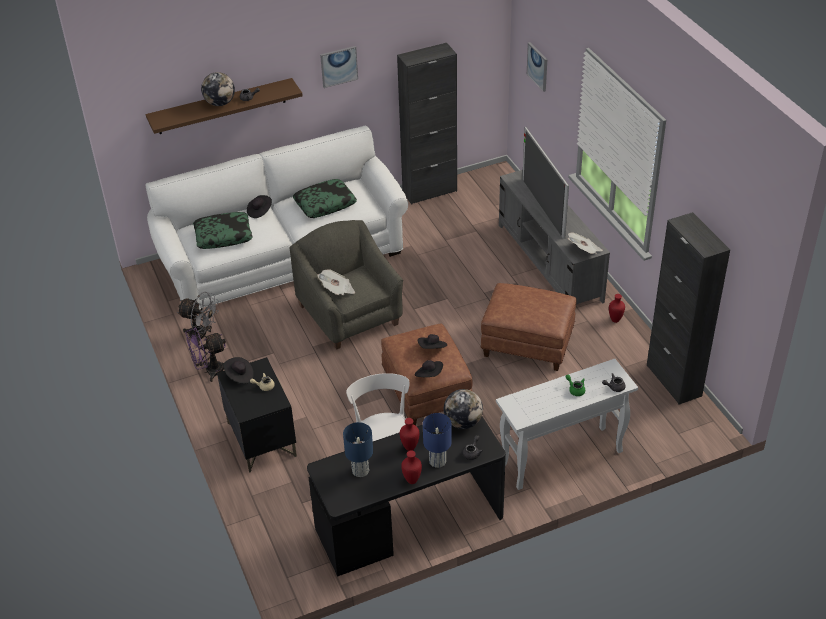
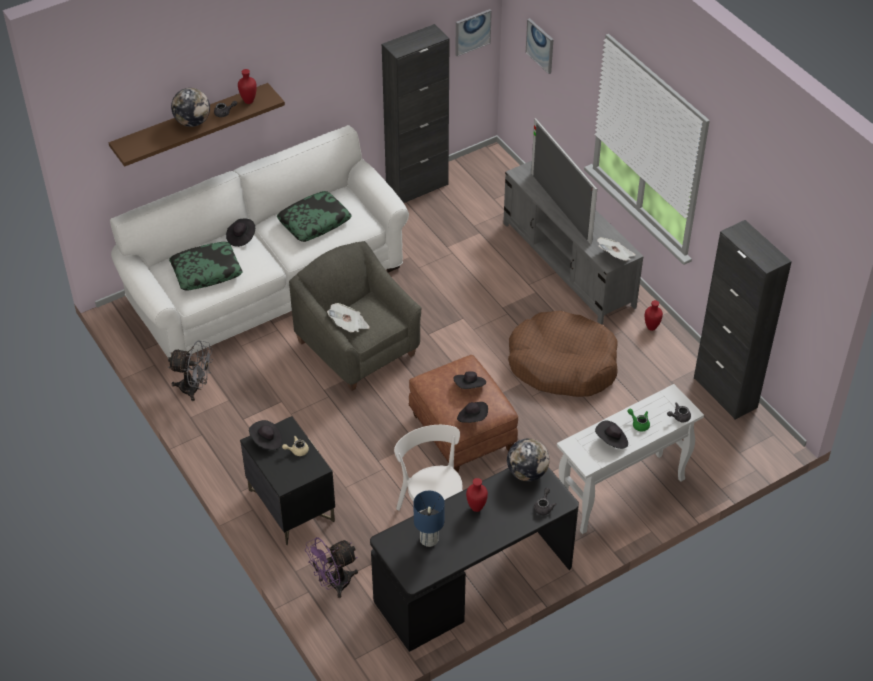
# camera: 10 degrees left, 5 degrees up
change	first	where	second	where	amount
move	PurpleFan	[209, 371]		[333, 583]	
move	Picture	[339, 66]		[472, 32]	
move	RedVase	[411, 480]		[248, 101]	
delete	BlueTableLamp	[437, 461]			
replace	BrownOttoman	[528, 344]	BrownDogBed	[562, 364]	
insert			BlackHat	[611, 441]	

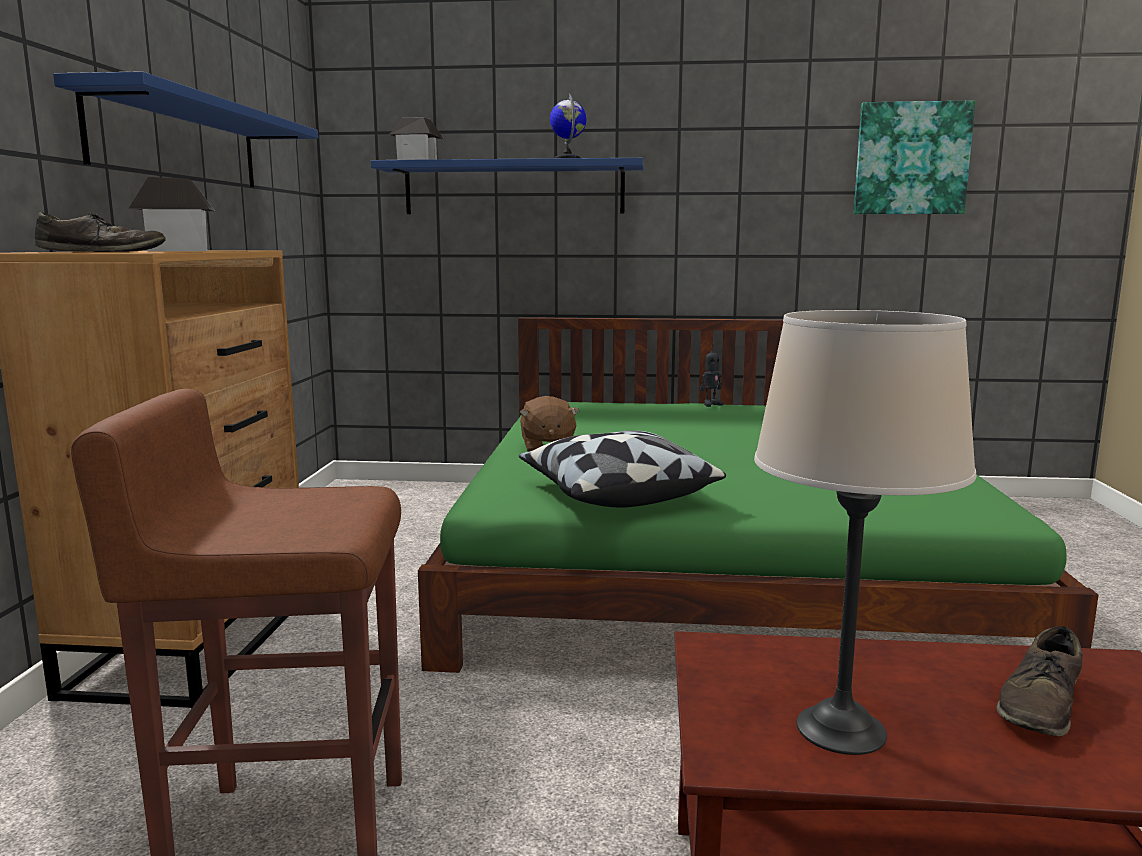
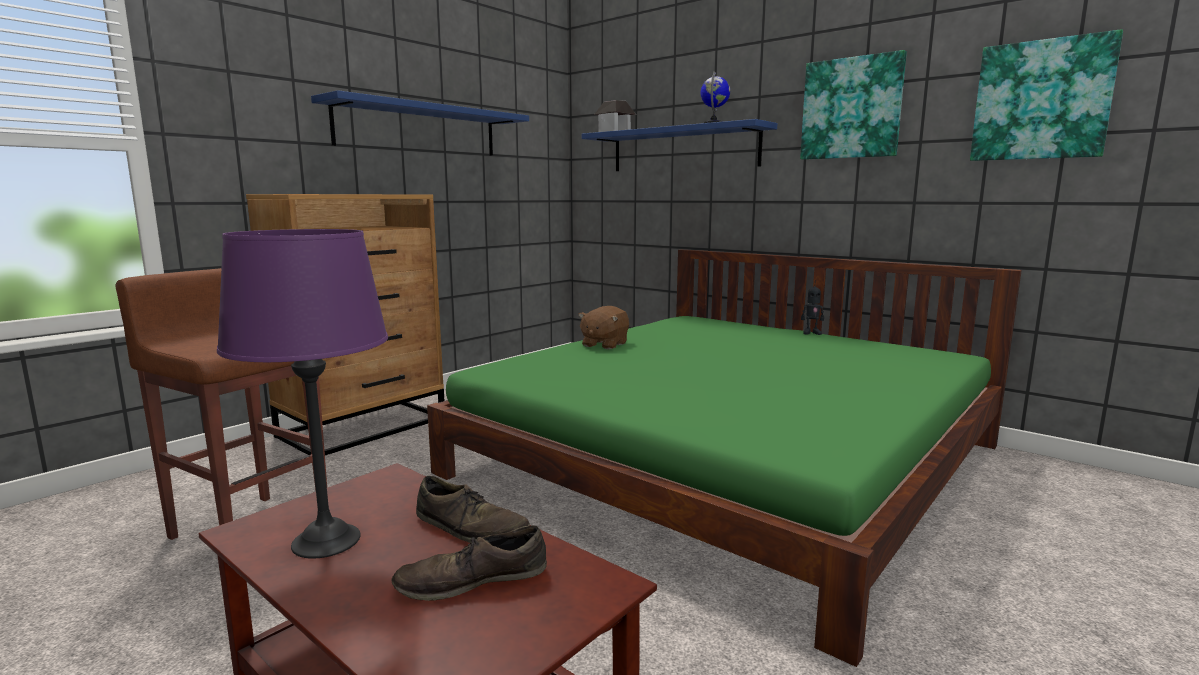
# camera: 35 degrees right, 0 degrees up
change	first	where	second	where	amount
move	BrownShoe	[102, 251]		[470, 527]	
delete	ToyHouse	[178, 250]			
delete	Pillow	[615, 495]			
recolor	BeigeTableLamp	[840, 729]	PurpleTableLamp	[326, 540]	
insert			Picture	[851, 108]	

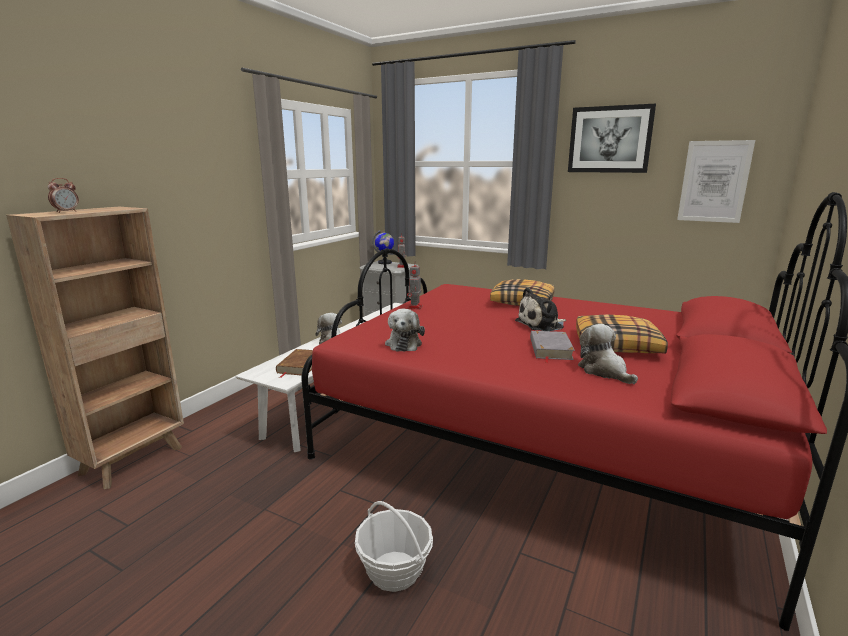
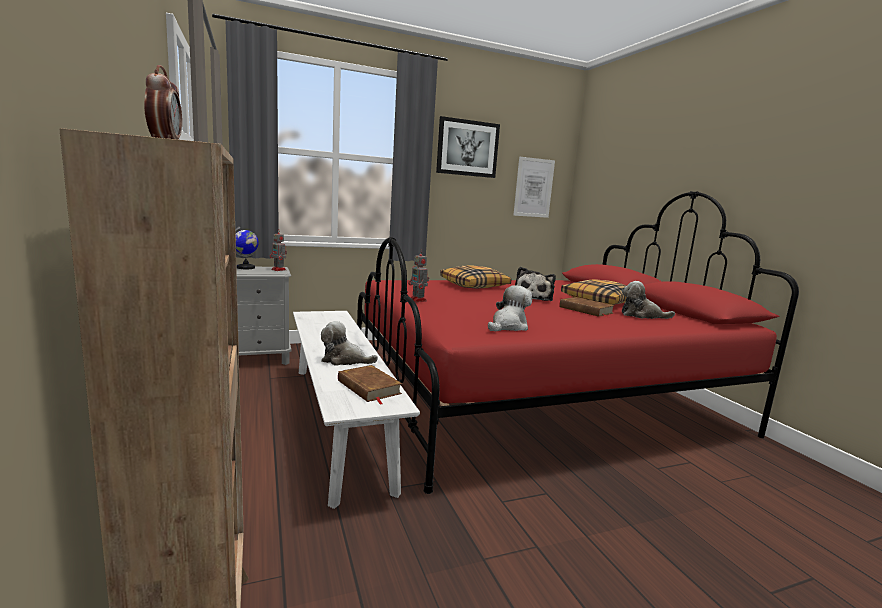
# camera: 50 degrees left, 5 degrees down
change	first	where	second	where	amount
delete	Basket	[394, 570]			
rotate	PlushToy	[404, 343]		[508, 326]	90 degrees counterclockwise
recolor	GreyBook	[550, 349]	BrownBook	[586, 310]	

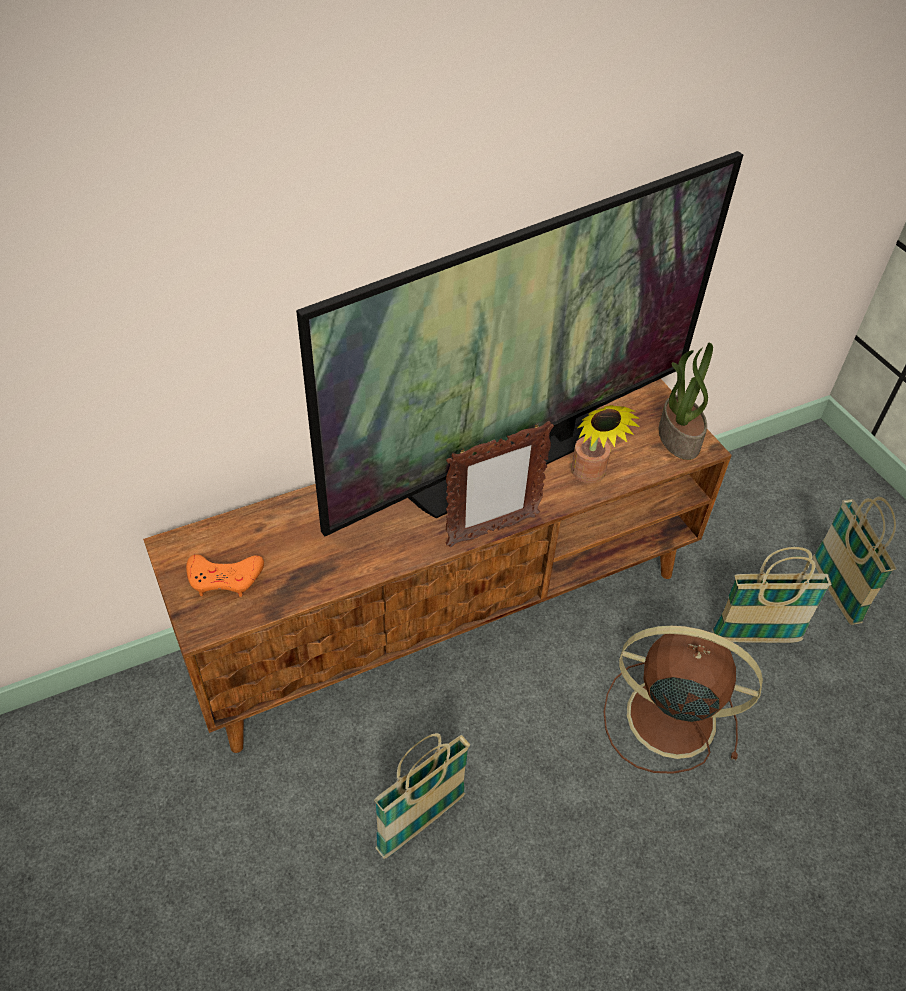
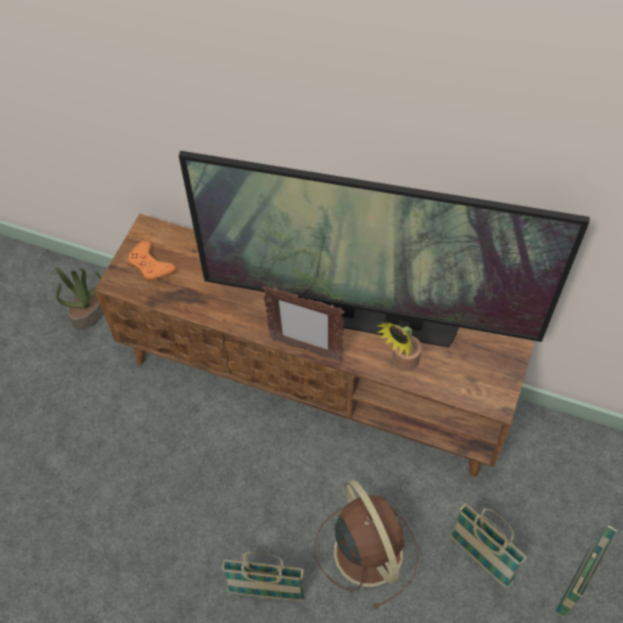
# camera: 50 degrees right, 10 degrees up
change	first	where	second	where	amount
move	Basket	[421, 823]		[267, 593]	
move	PottedPlant	[677, 437]		[89, 313]	

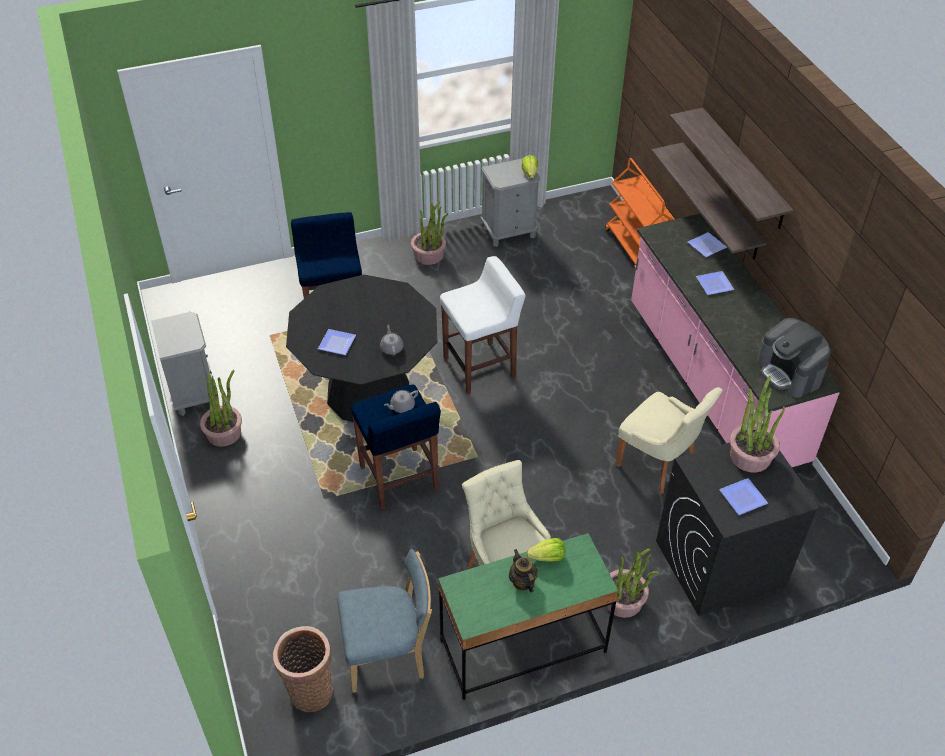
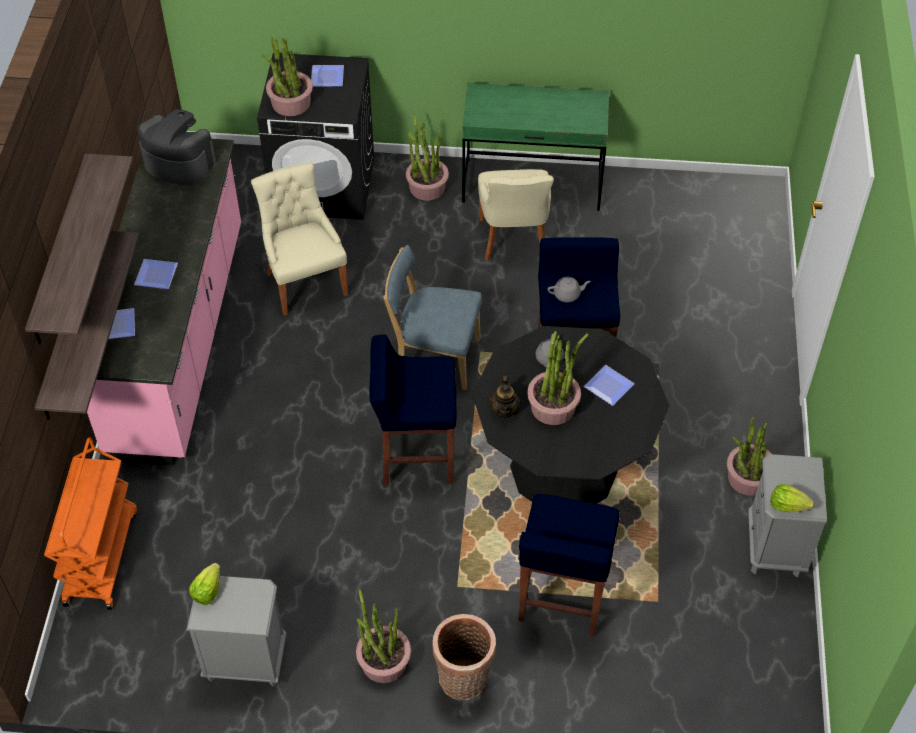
# camera: 155 degrees left, 5 degrees up
change	first	where	second	where	amount
move	Basket	[309, 689]		[463, 681]	
move	BlueChair	[388, 655]		[434, 357]	
recolor	WhiteStool	[481, 367]	BlueStool	[416, 454]	
move	Teapot	[522, 582]		[504, 410]	
move	Lettuce	[547, 558]		[787, 505]	
rotate	CoffeeMachine	[789, 372]		[179, 163]	60 degrees counterclockwise
insert			PottedPlant	[553, 406]	

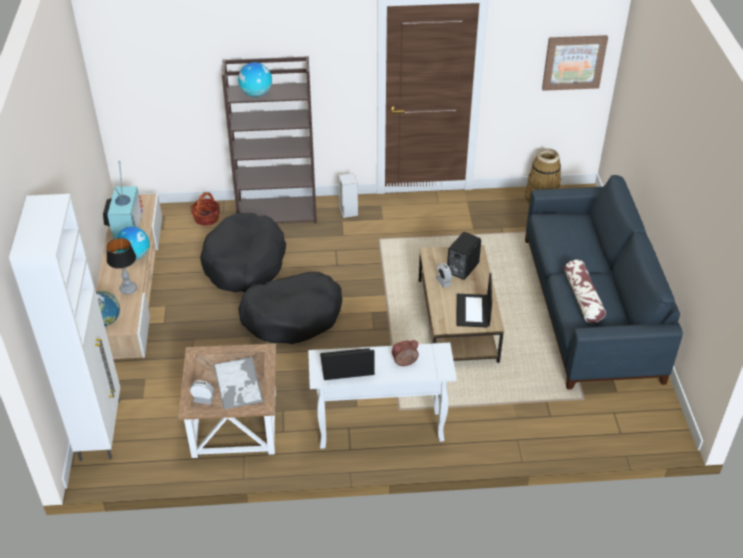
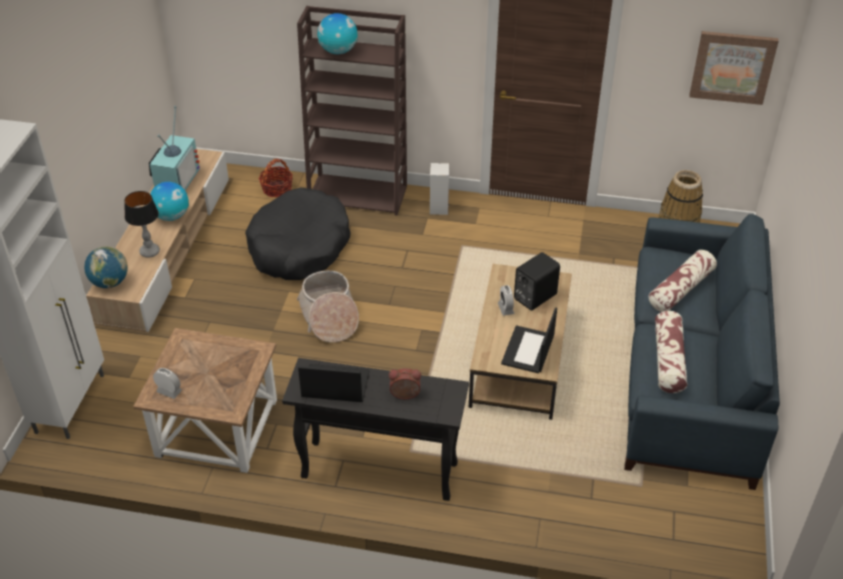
# camera: 15 degrees right, 0 degrees up
change	first	where	second	where	amount
delete	Tray	[238, 384]			
replace	BlackDogBed	[292, 316]	Basket	[329, 317]	
recolor	WhiteConsoleTable	[379, 430]	BlackConsoleTable	[378, 470]	
insert			Pillow	[681, 289]	

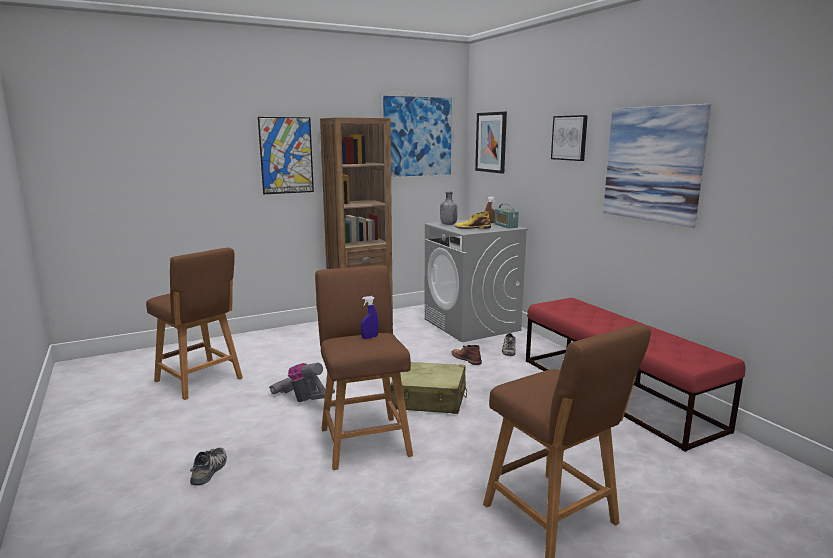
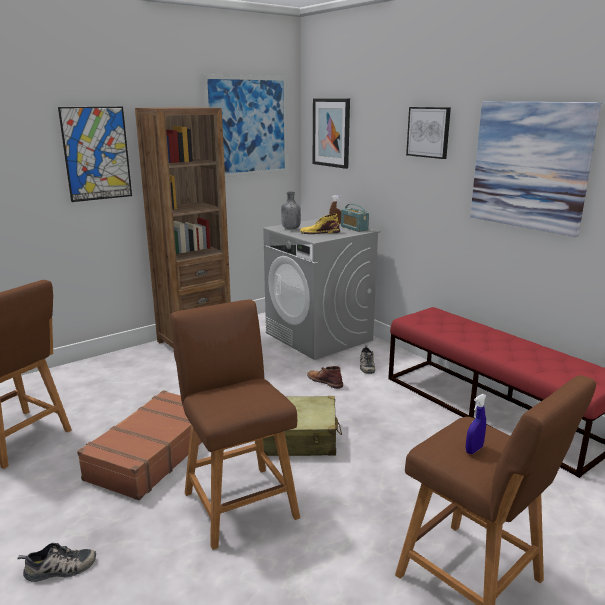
# camera: 10 degrees left, 5 degrees up
change	first	where	second	where	amount
rotate	Shoe	[210, 470]		[59, 569]	75 degrees clockwise
replace	VacuumCleaner	[303, 400]	BrownSuitcase	[152, 454]	
move	BlueSprayBottle	[369, 337]		[474, 450]	

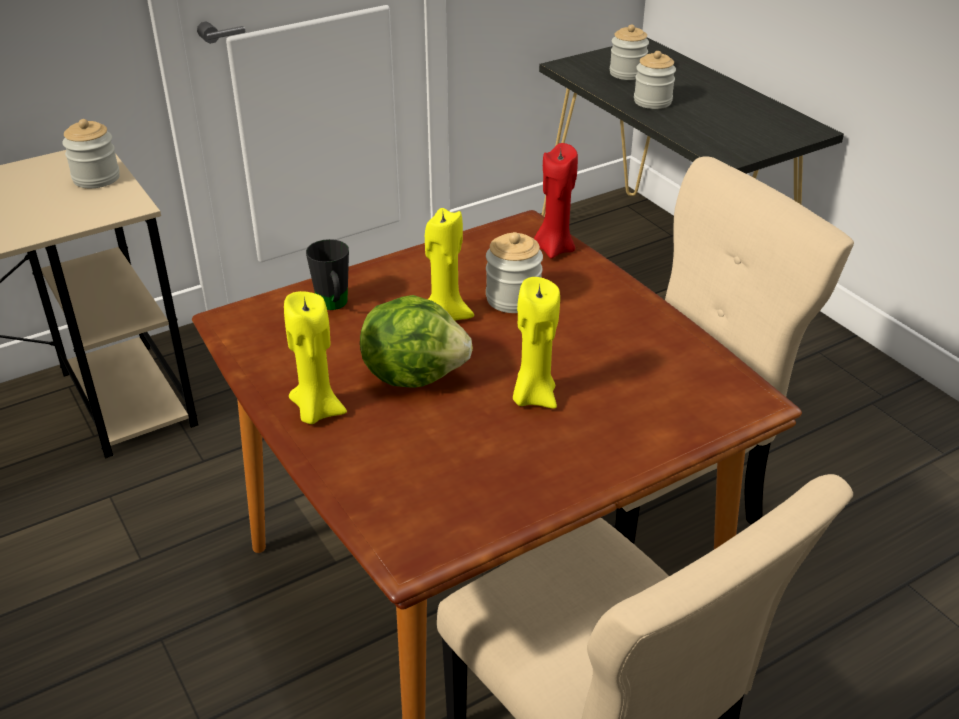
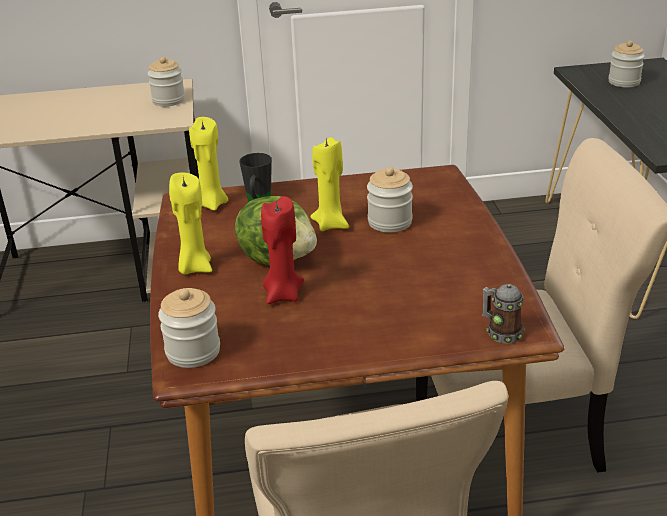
# camera: 25 degrees right, 5 degrees down
change	first	where	second	where	amount
move	YellowCandle	[533, 397]		[211, 204]	
move	RedCandle	[554, 248]		[283, 295]	
move	Jar	[652, 101]		[193, 351]	
insert			Mug	[501, 331]	

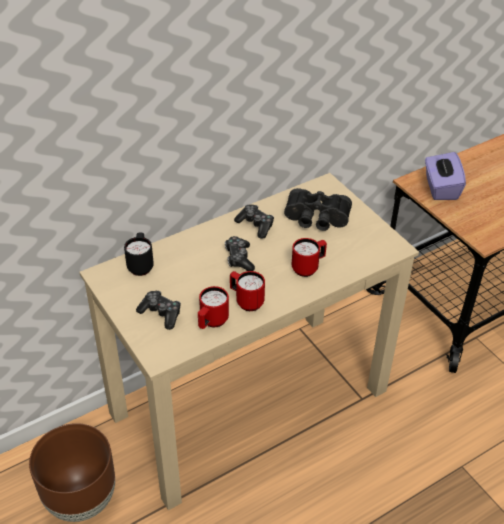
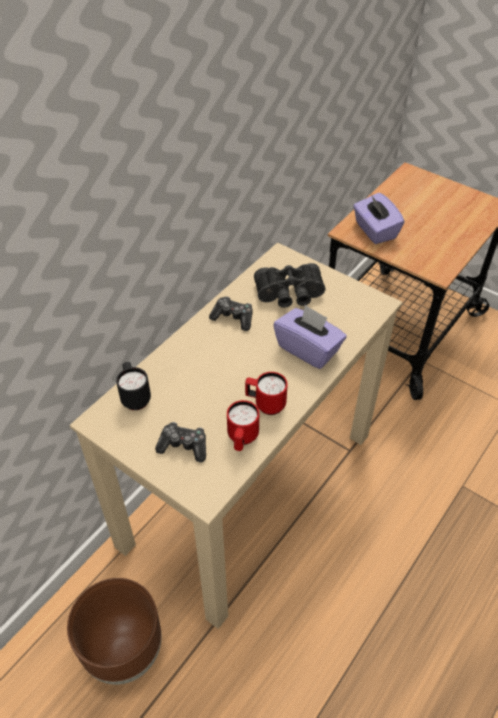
# camera: 20 degrees left, 5 degrees up
change	first	where	second	where	amount
delete	GameController	[239, 258]			
replace	RedMug	[308, 268]	PurpleTissueBox	[308, 349]	

